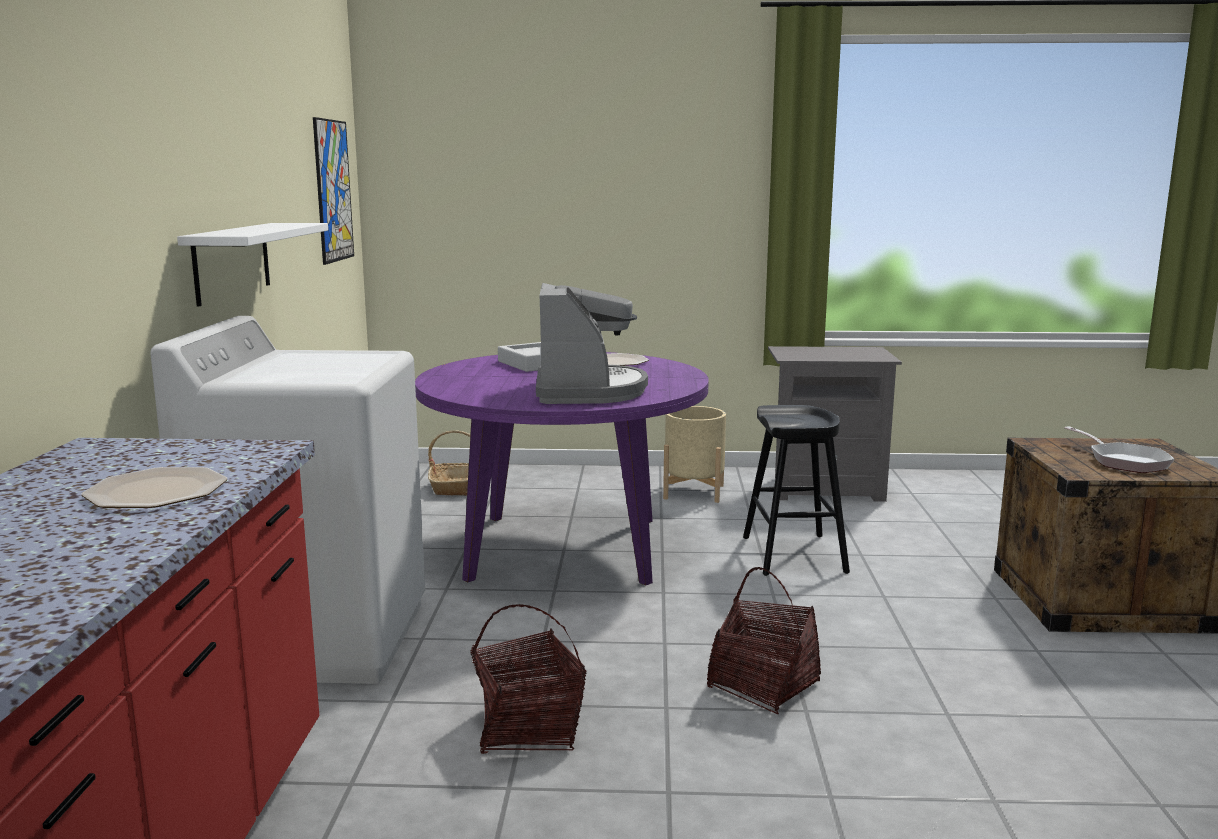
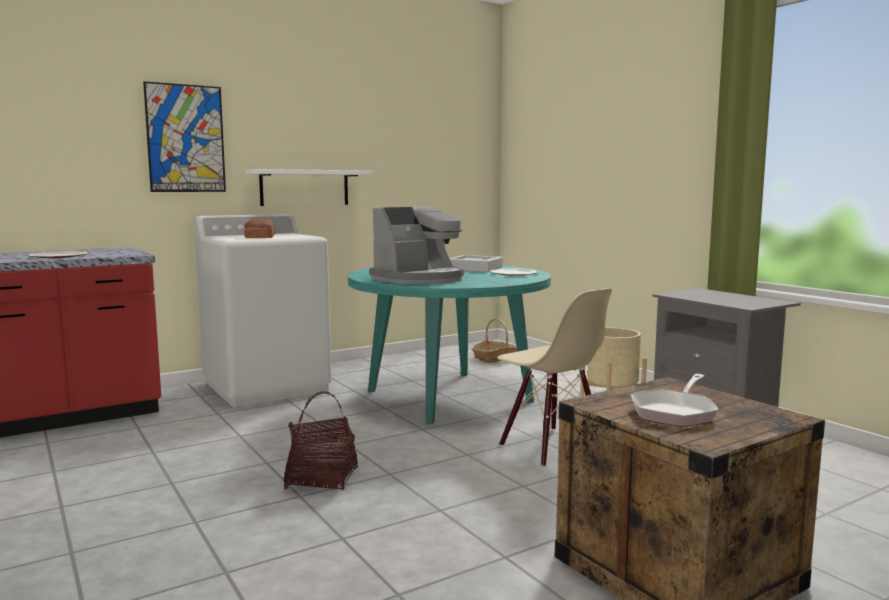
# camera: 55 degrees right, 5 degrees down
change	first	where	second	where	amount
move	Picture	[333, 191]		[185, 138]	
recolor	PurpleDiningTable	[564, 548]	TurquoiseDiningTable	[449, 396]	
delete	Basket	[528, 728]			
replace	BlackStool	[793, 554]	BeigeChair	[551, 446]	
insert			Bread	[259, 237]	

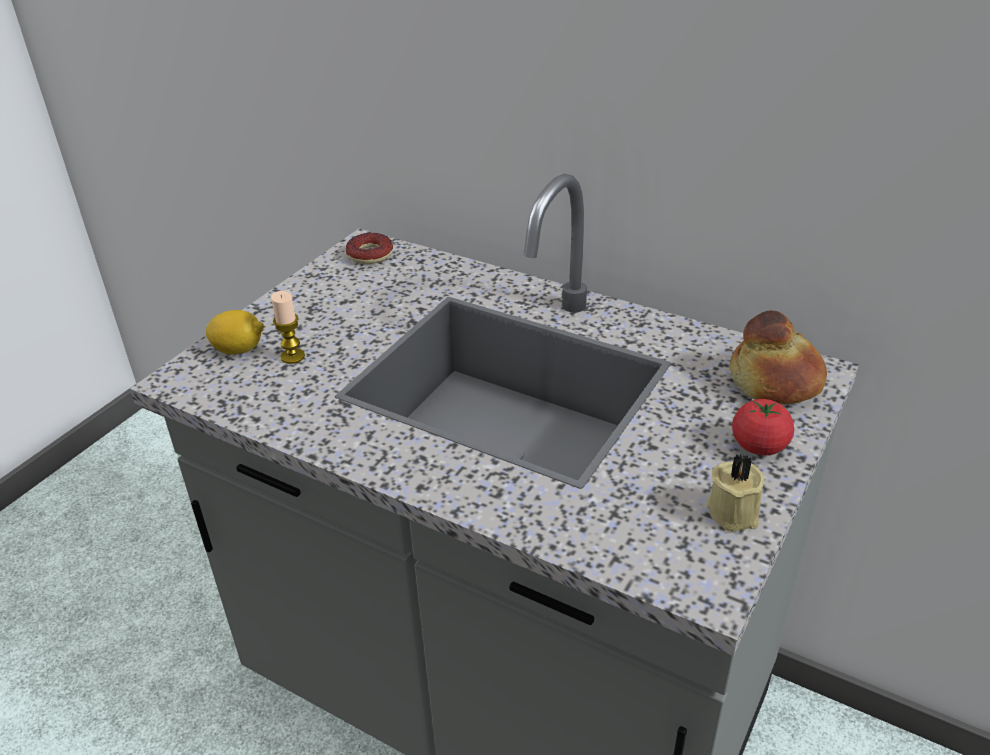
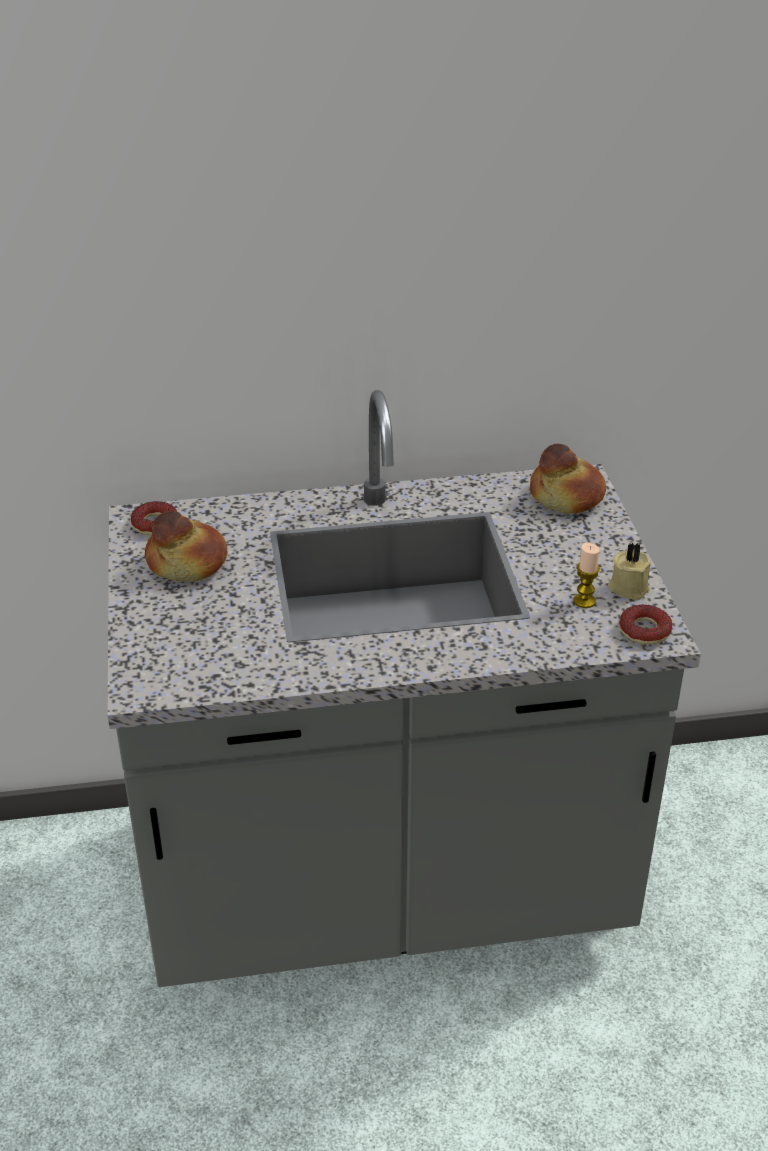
# camera: 40 degrees left, 0 degrees up
change	first	where	second	where	amount
delete	Lemon	[239, 349]			
move	Candle	[292, 356]		[584, 601]	
delete	Tomato	[759, 446]			
insert			Bread	[187, 564]	
insert			Donut	[644, 631]	

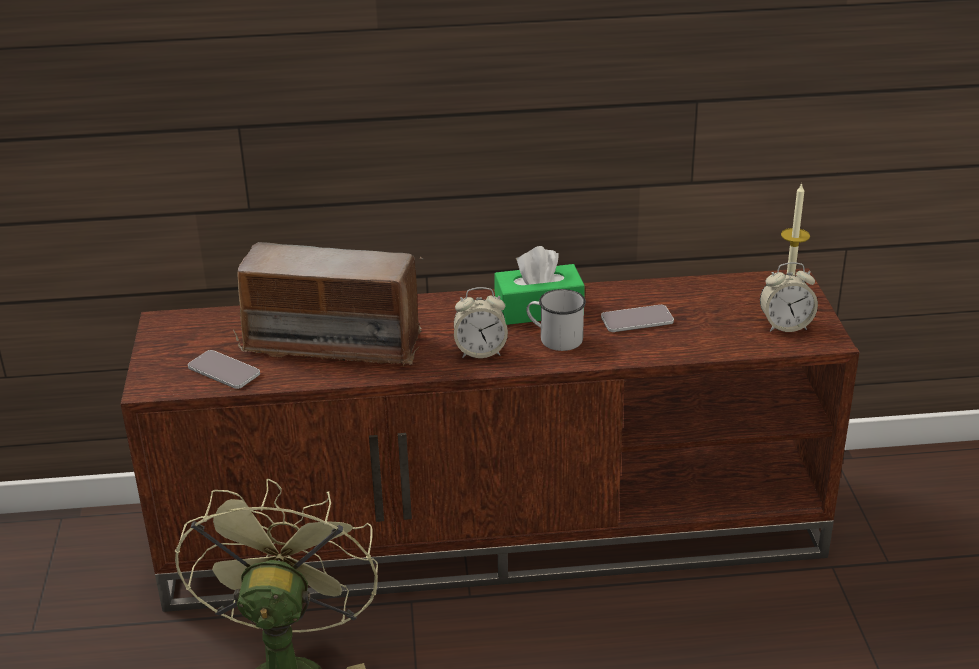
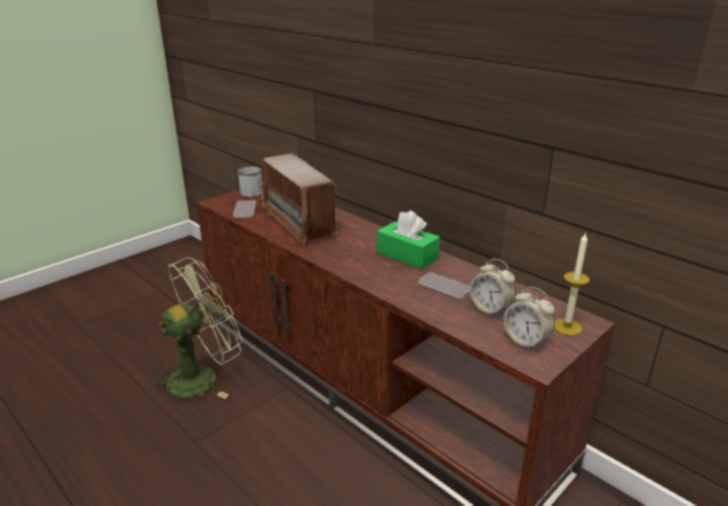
# camera: 50 degrees right, 5 degrees down
change	first	where	second	where	amount
move	AlarmClock	[480, 351]		[490, 309]	
move	WhiteMug	[554, 338]		[251, 192]	

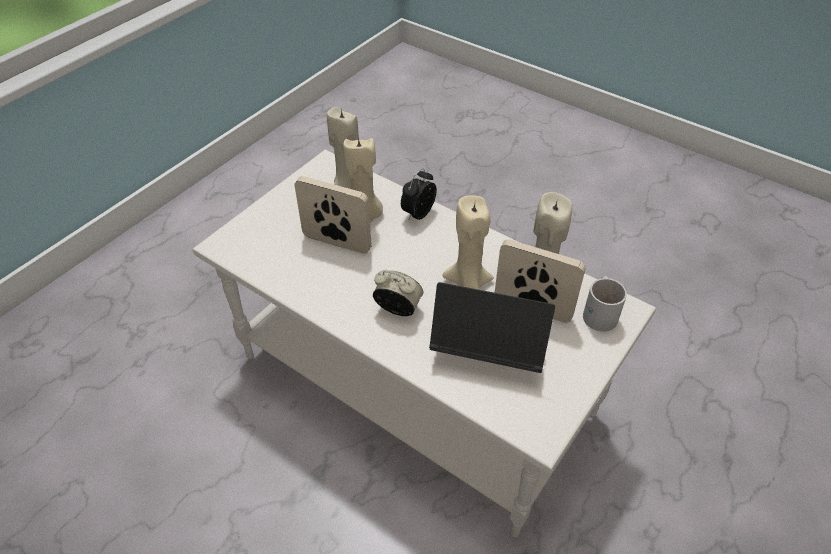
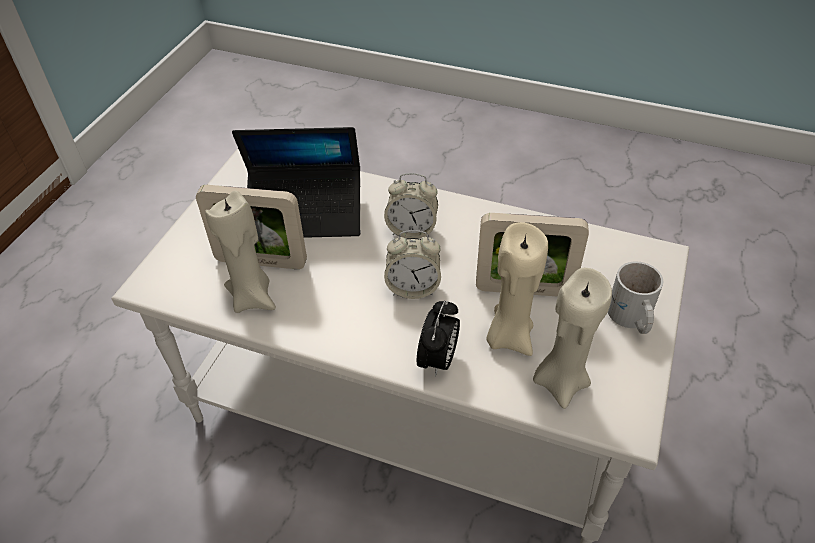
# camera: 165 degrees right, 0 degrees up
change	first	where	second	where	amount
delete	BeigeCandle	[468, 282]			
move	WhiteMug	[601, 312]		[630, 318]	
insert			AlarmClock	[413, 287]	

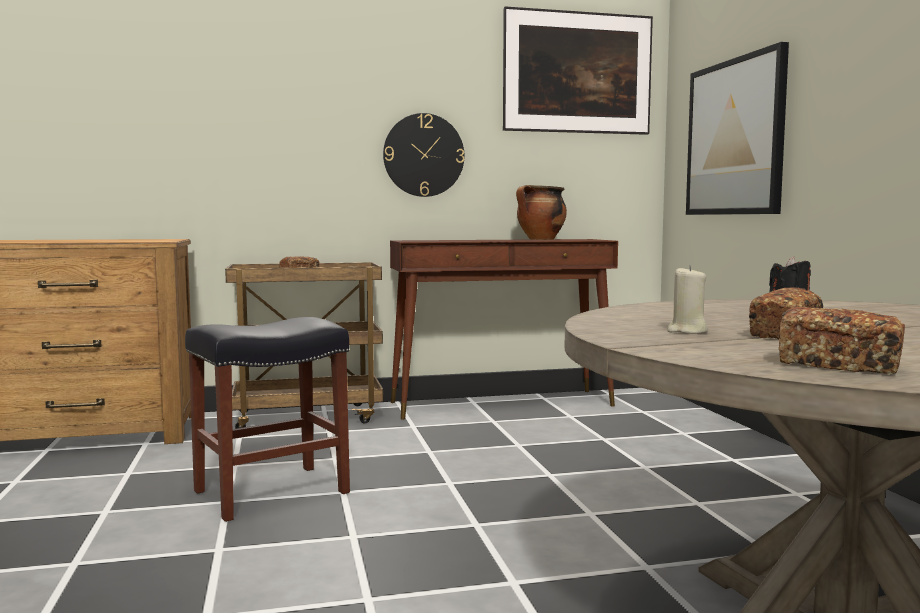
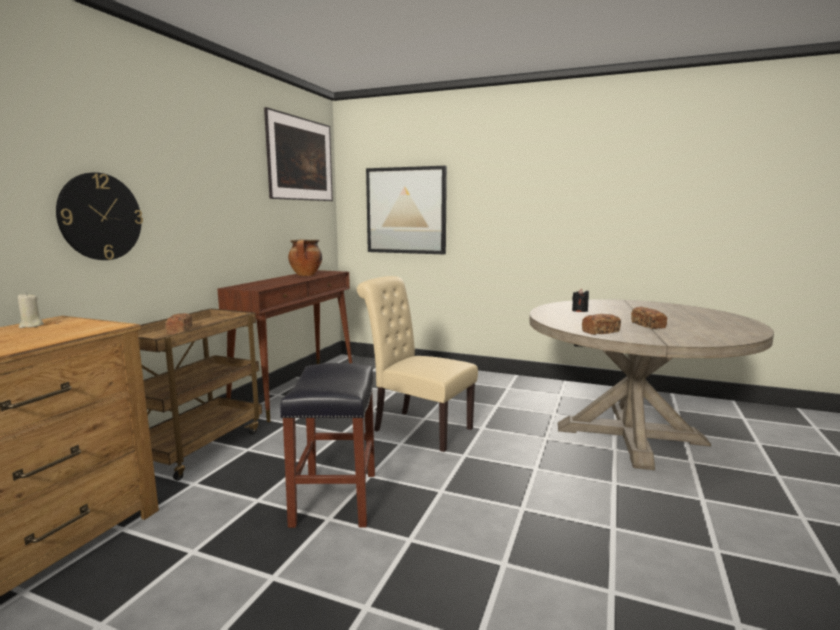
# camera: 55 degrees left, 5 degrees up
change	first	where	second	where	amount
move	WallClock	[423, 155]		[100, 217]	
move	BeigeCandle	[687, 331]		[31, 326]	
move	Bread	[839, 365]		[600, 332]	
insert			BeigeChair	[417, 428]	

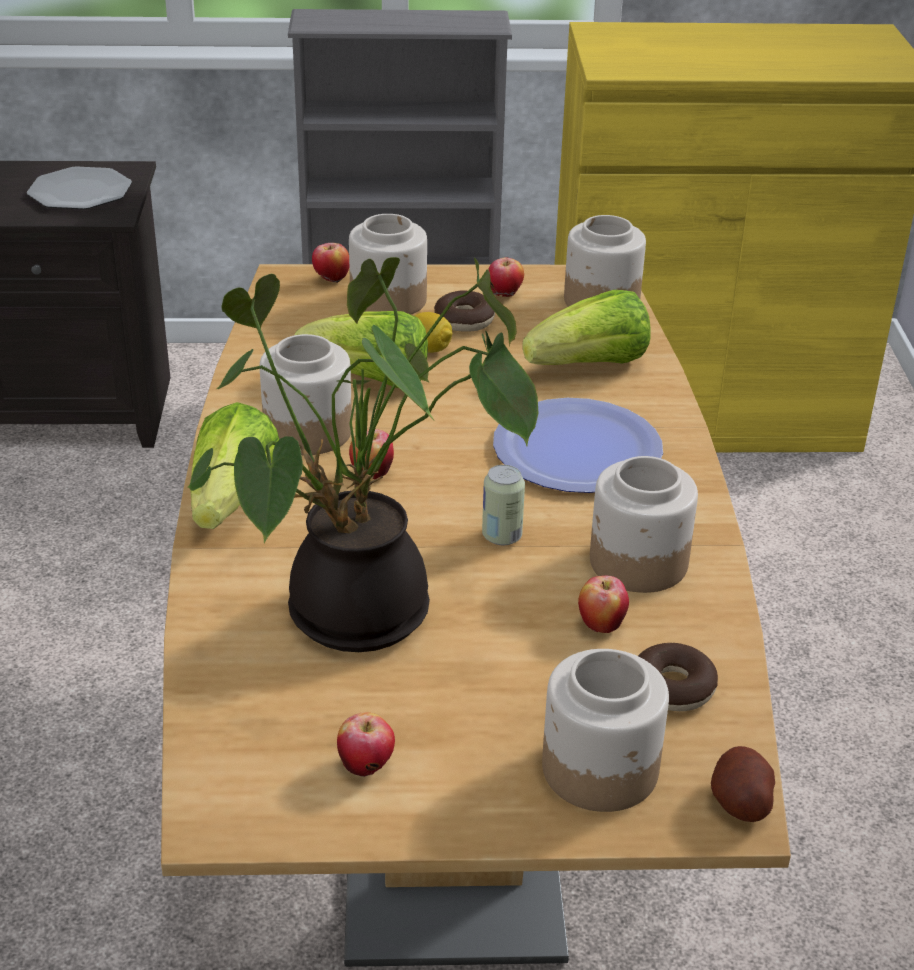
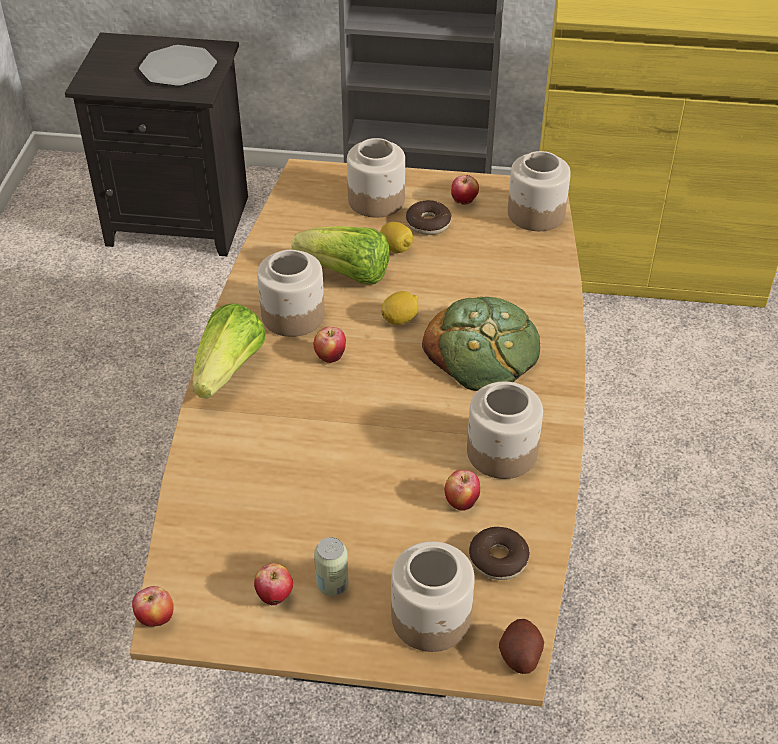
# camera: 10 degrees right, 10 degrees up
change	first	where	second	where	amount
delete	PottedPlant	[358, 622]			
move	Apple	[331, 280]		[156, 619]	
move	Can	[502, 536]		[332, 584]	
replace	Plate	[577, 449]	Bread	[483, 349]	
delete	Lettuce	[591, 366]			
insert			Lemon	[400, 319]	

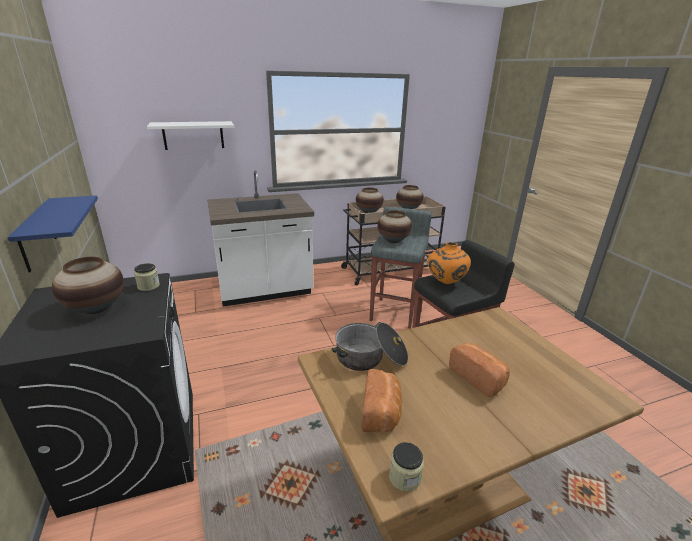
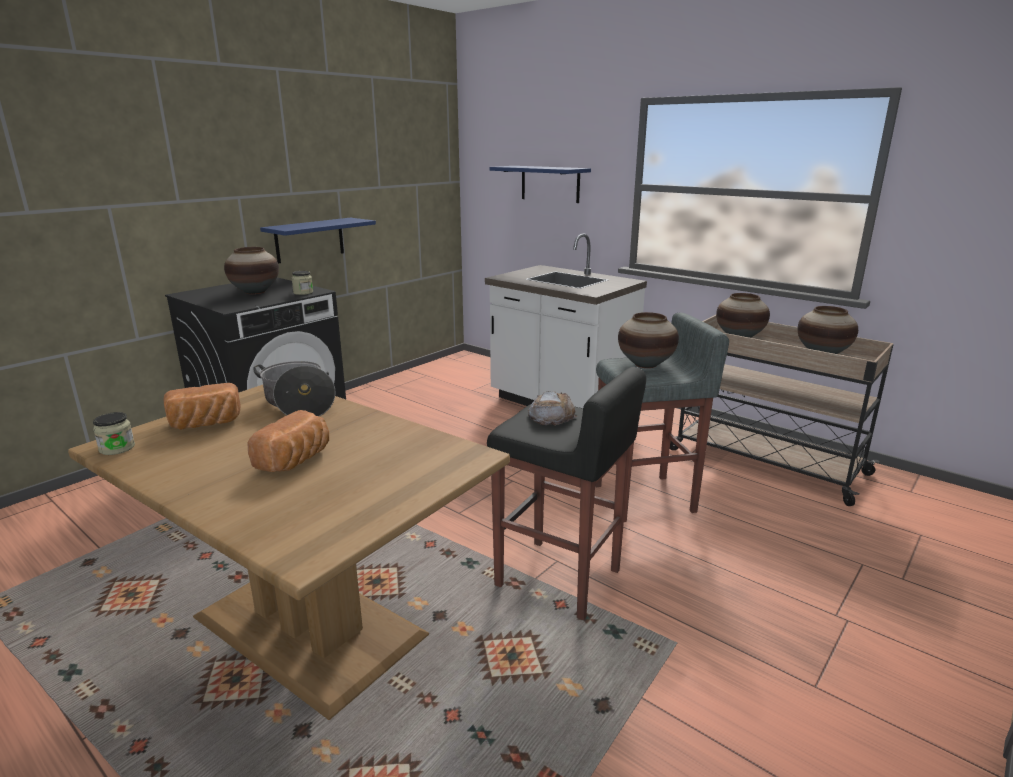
# camera: 60 degrees right, 5 degrees down
change	first	where	second	where	amount
recolor	WhiteShelf	[193, 135]	BlueShelf	[550, 184]	
replace	OrangeVase	[445, 283]	Bread	[551, 415]	

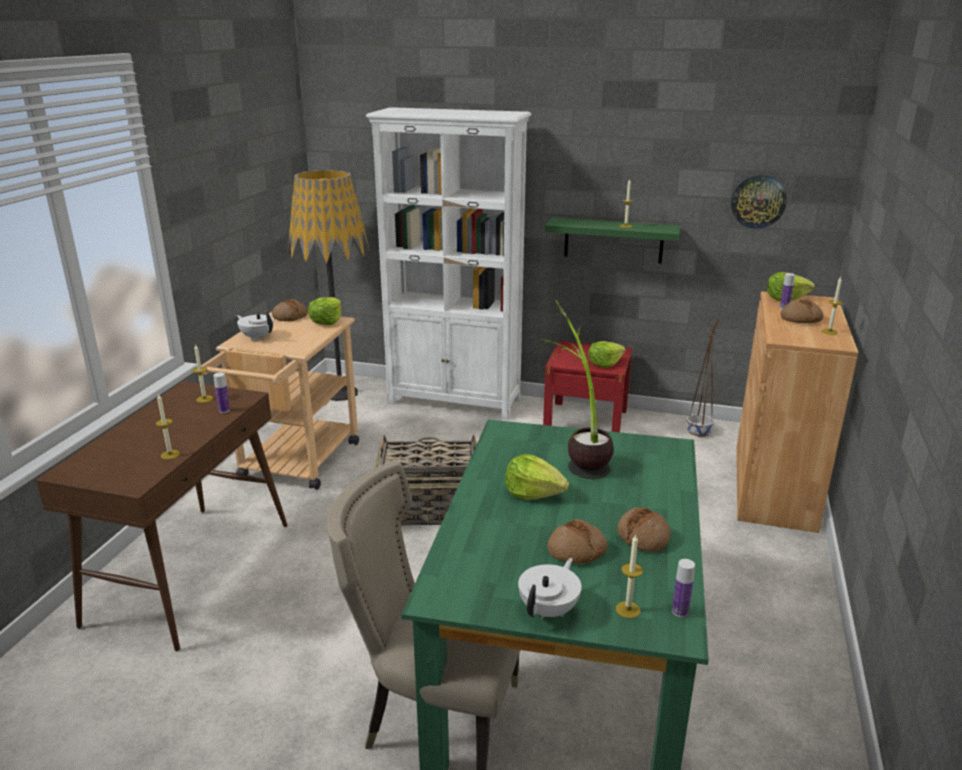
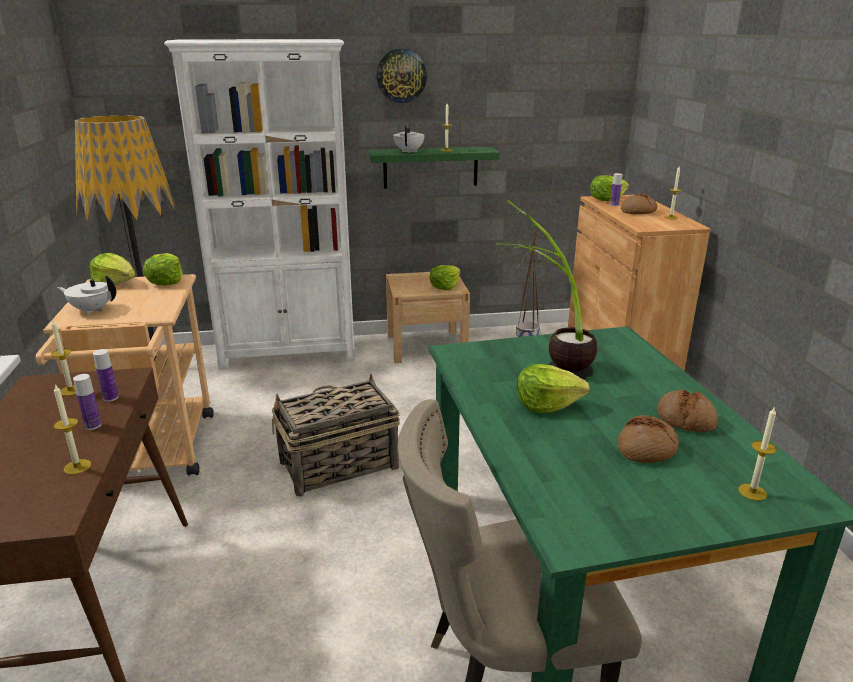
# camera: 25 degrees left, 0 degrees up
change	first	where	second	where	amount
replace	Bread	[290, 317]	Lettuce	[115, 283]	
move	WhiteTeapot	[549, 610]		[409, 151]	
recolor	RedNightstand	[585, 420]	BeigeNightstand	[426, 346]	
move	Bottle	[680, 611]		[93, 425]	
move	WallClock	[758, 201]		[401, 75]	

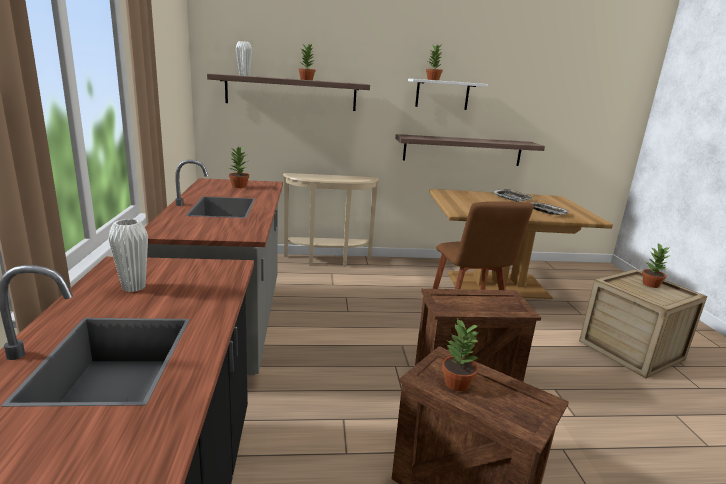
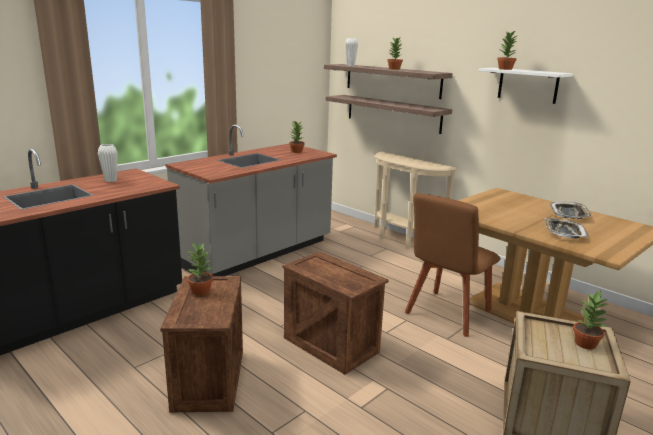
# camera: 50 degrees right, 0 degrees up
change	first	where	second	where	amount
move	Shelf	[462, 150]		[392, 113]	

